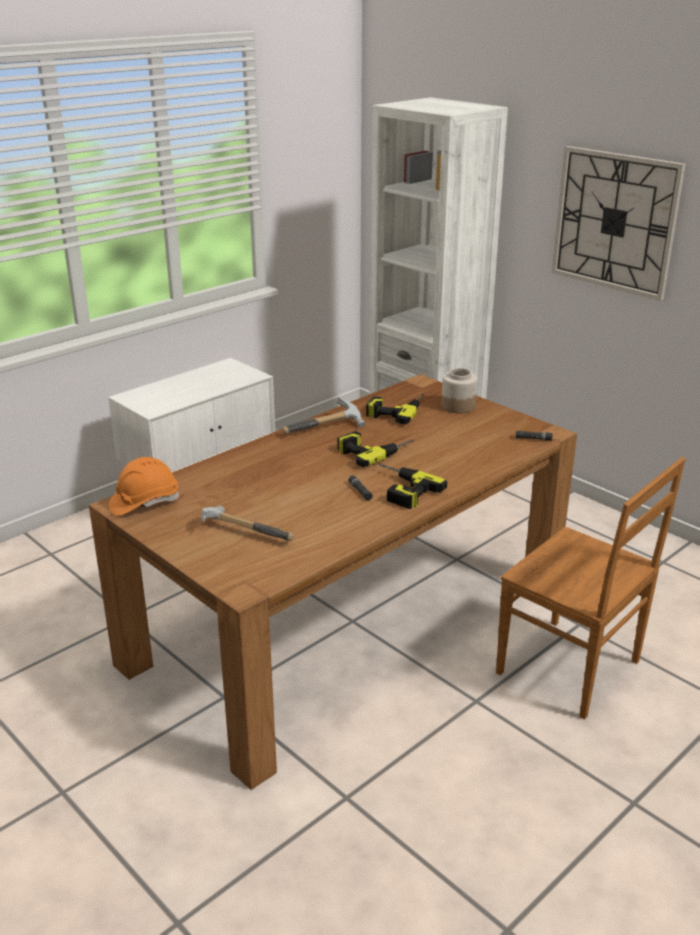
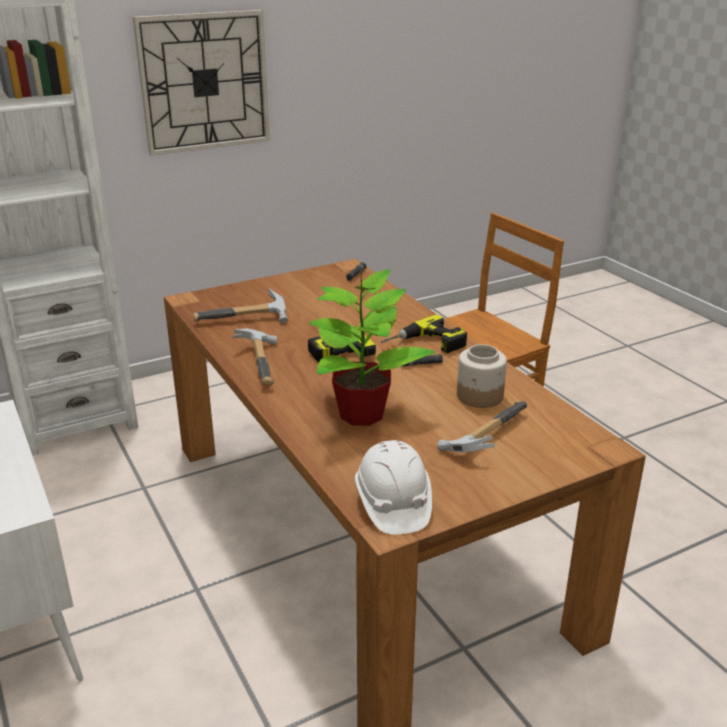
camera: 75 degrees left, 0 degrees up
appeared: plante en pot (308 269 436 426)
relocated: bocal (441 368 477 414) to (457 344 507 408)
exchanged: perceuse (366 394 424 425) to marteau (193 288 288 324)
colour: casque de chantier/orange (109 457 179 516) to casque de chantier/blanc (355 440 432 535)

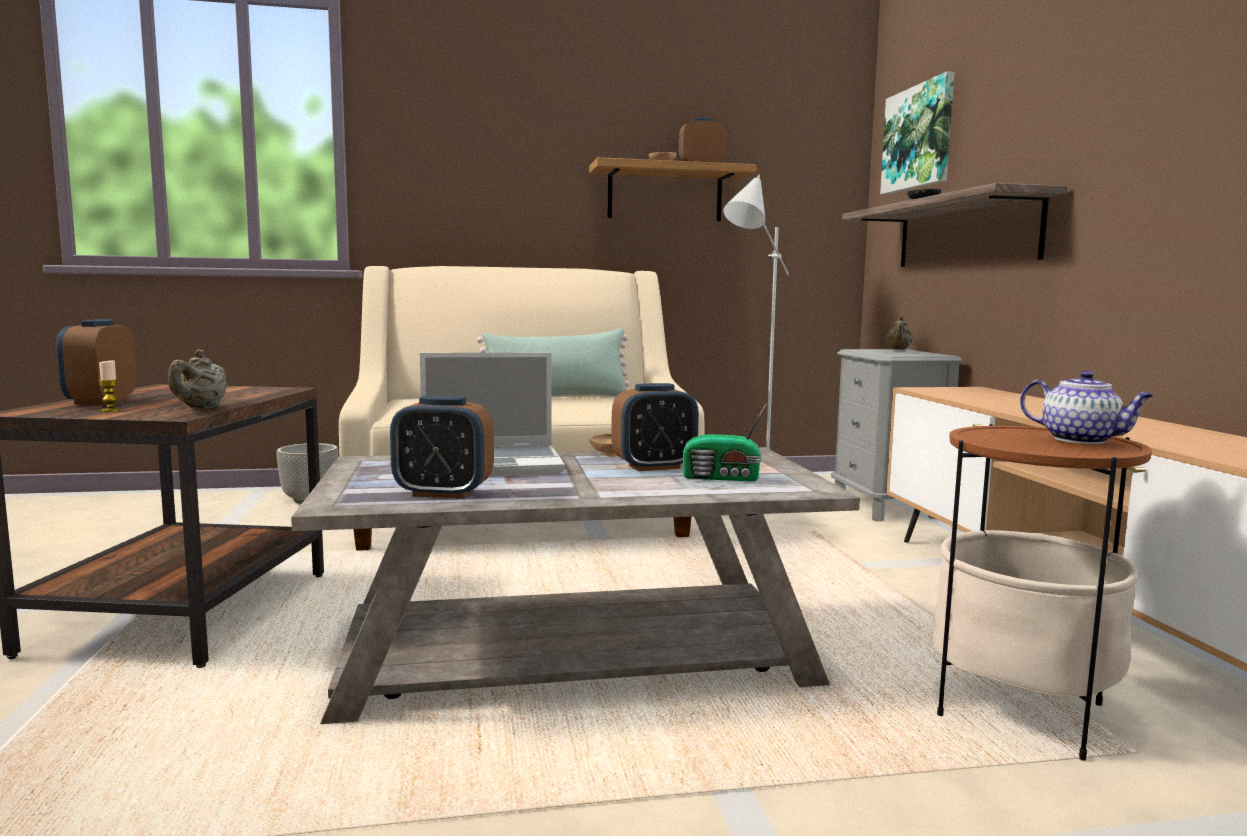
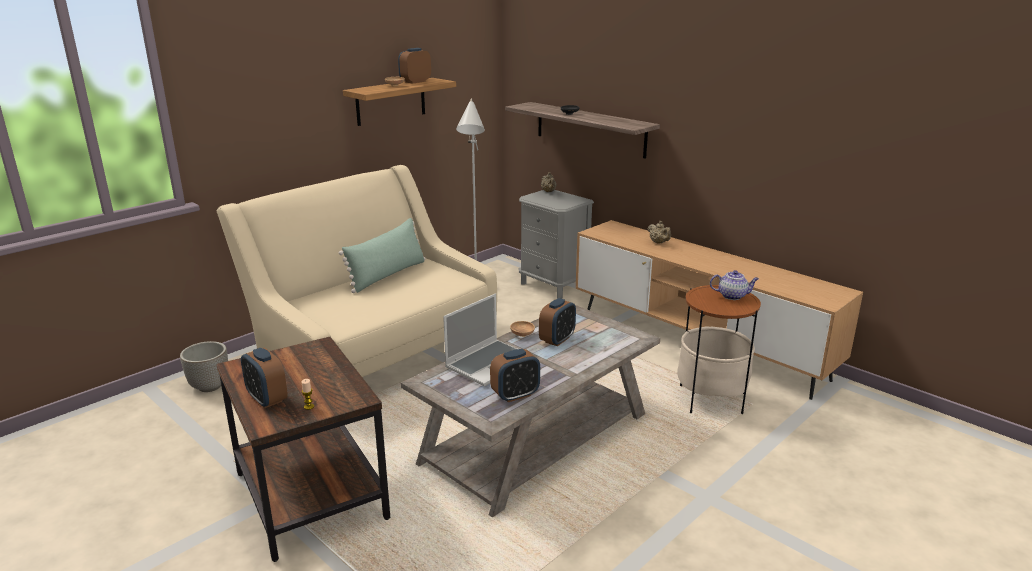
camera: 35 degrees left, 15 degrees up
missing: radio (683 403 767 481); tableau (880 71 954 194)
relocated: théière/beige (168 349 226 408) to (648 221 671 244)

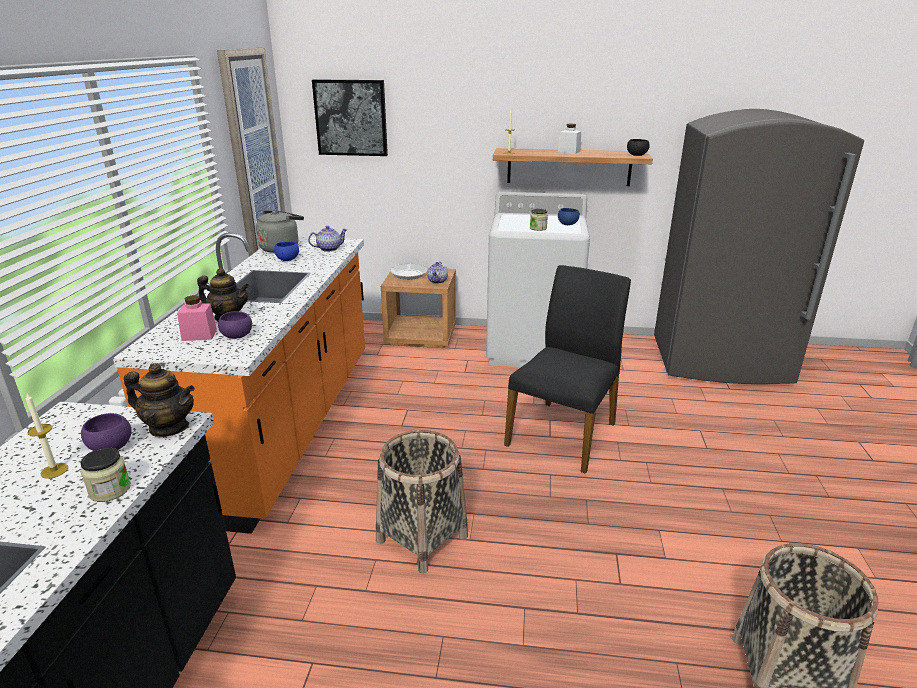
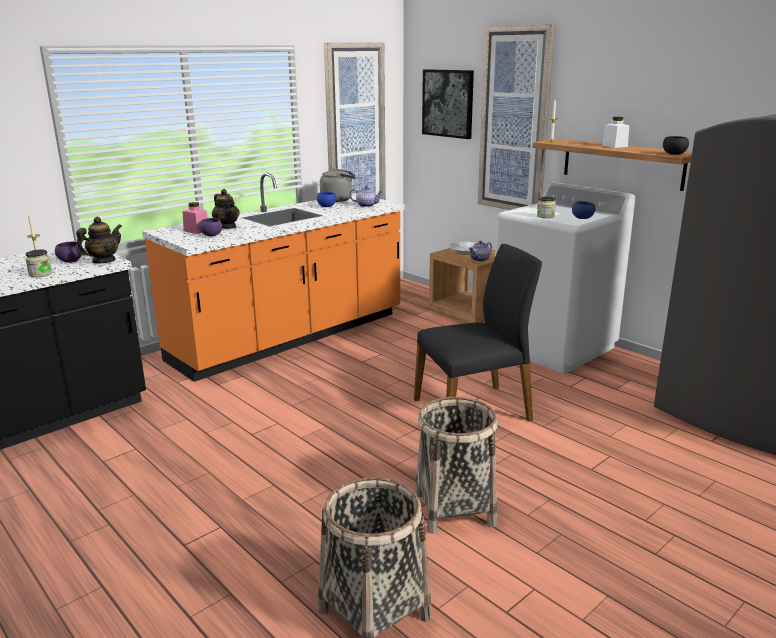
camera: 40 degrees right, 5 degrees down
appeared: tableau (478 24 555 210)
relocated: panier (376 430 468 574) to (415 397 498 534)
spun: théière (124 363 195 437) = (76 217 122 264) 105 degrees counterclockwise

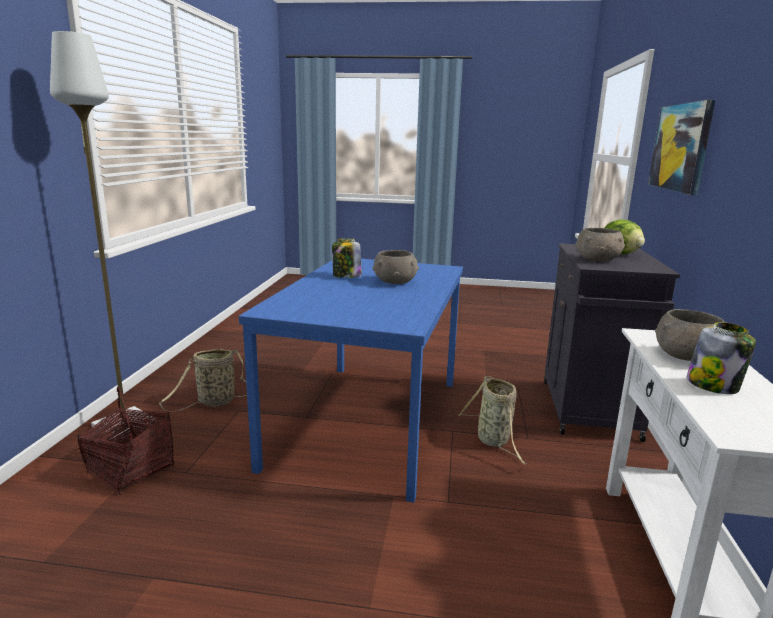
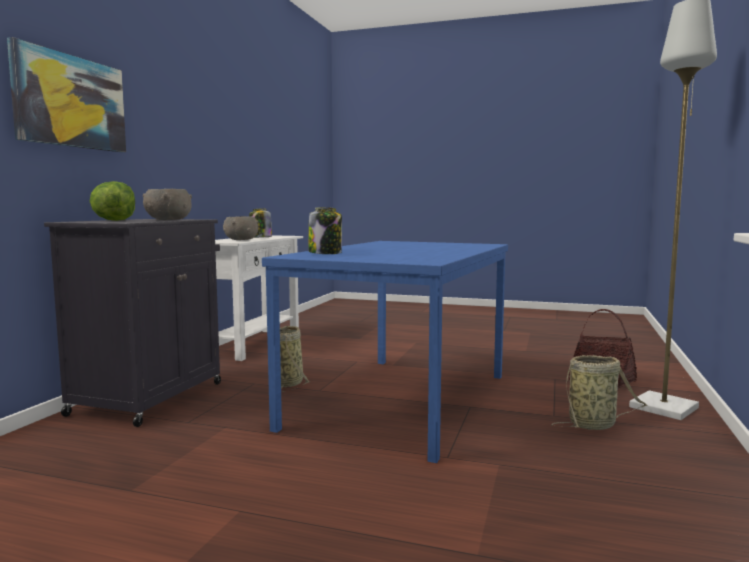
camera: 170 degrees left, 10 degrees down
missing: bol/gris (372 250 419 284)
relocated: bocal (332 238 361 278) to (309 207 342 254)

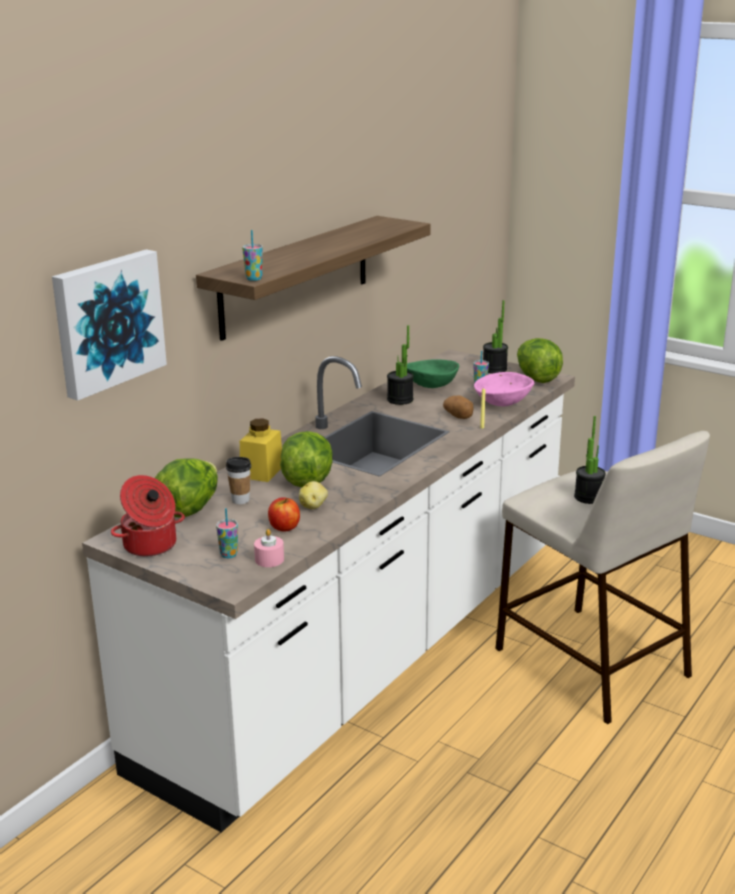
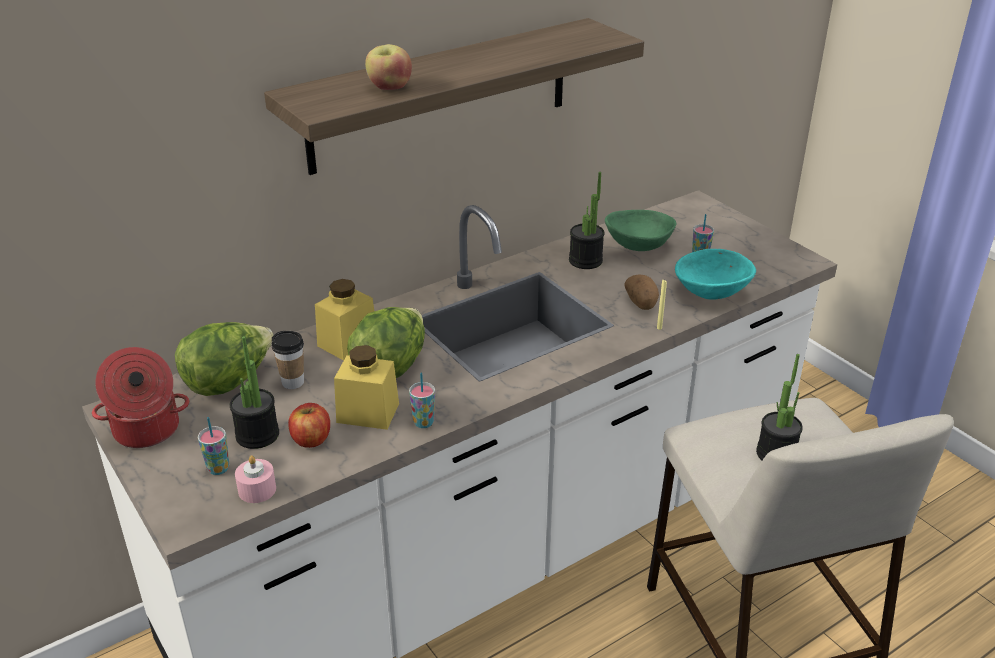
camera: 20 degrees right, 10 degrees up
missing: tableau (52 249 167 401); laitue (517 338 563 383)
appeared: pomme (365 44 412 90)
relocated: tasse (242 230 263 281) to (409 372 435 428); plante en pot (483 300 508 374) to (230 336 279 449)
exchanged: pomme de terre (299 481 328 509) to bocal/jaune (334 345 399 430)
colour: bol/rose (474 372 534 406) to bol/turquoise (675 249 756 300)

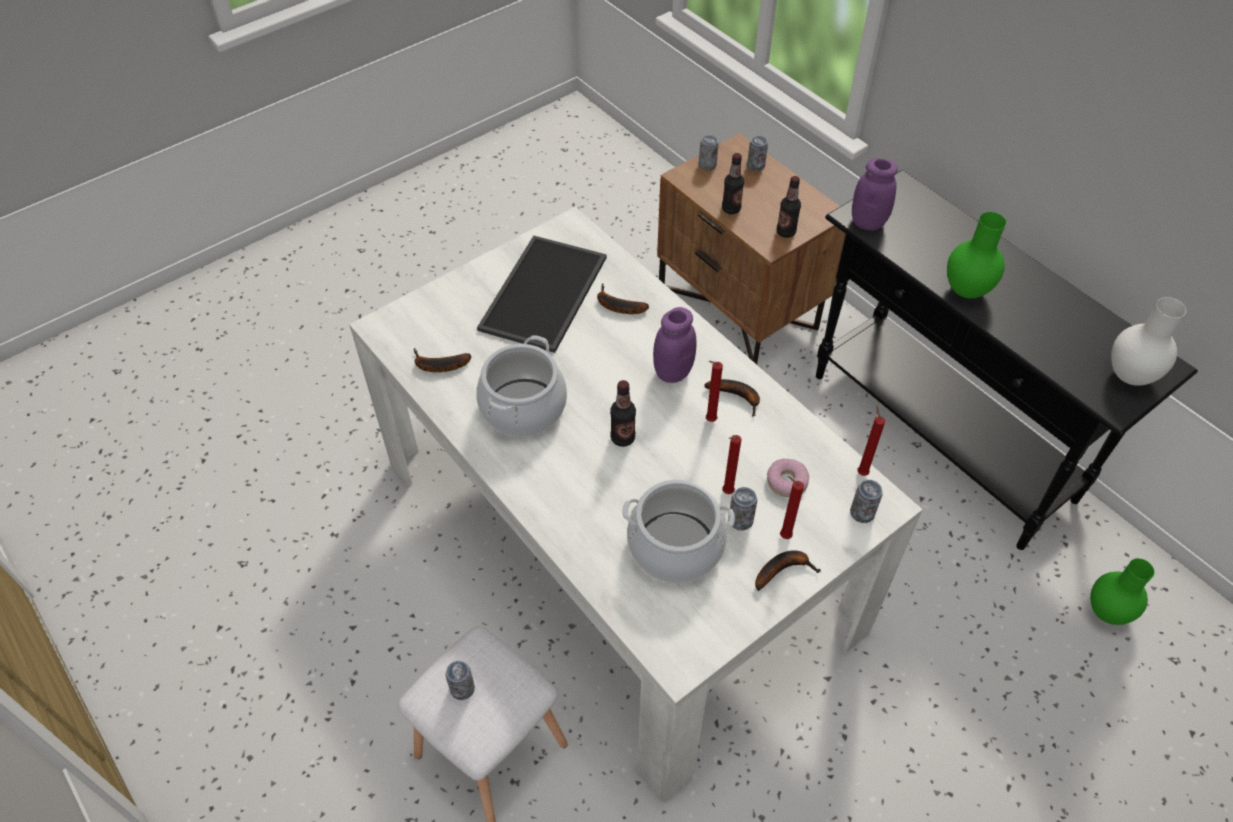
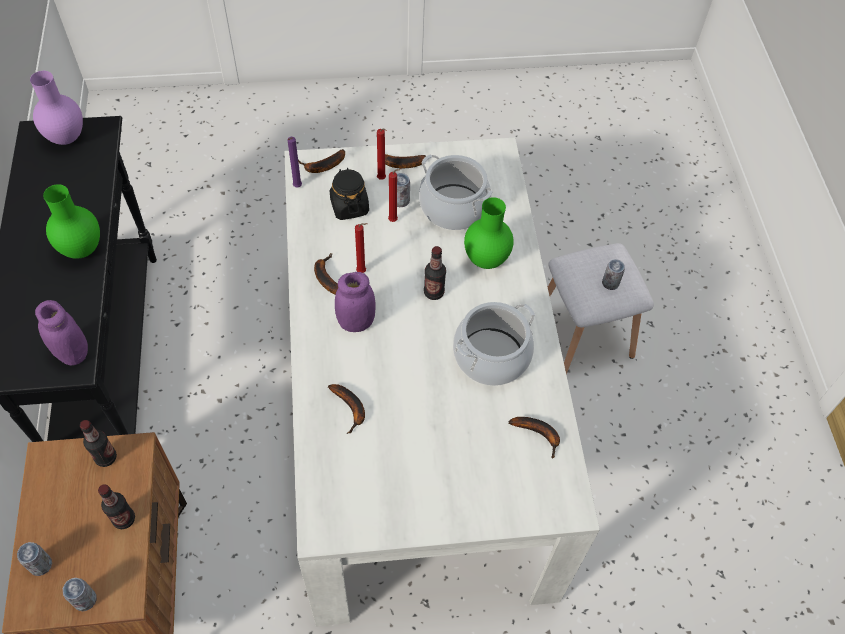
camera: 150 degrees left, 5 degrees up
missing: plateau (477 235 607 353)
relocated: vase/vert (1090 558 1155 625) to (464 197 514 269)
exchanged: beignet (767 459 809 497) to bocal/noir (330 168 369 220); boîte métallique (850 480 883 523) to banane (298 149 345 173)
colour: bougie/rouge (857 406 885 476) to bougie/violet (288 137 302 187); vase/blanc (1111 297 1186 386) to vase/violet (30 71 83 145)

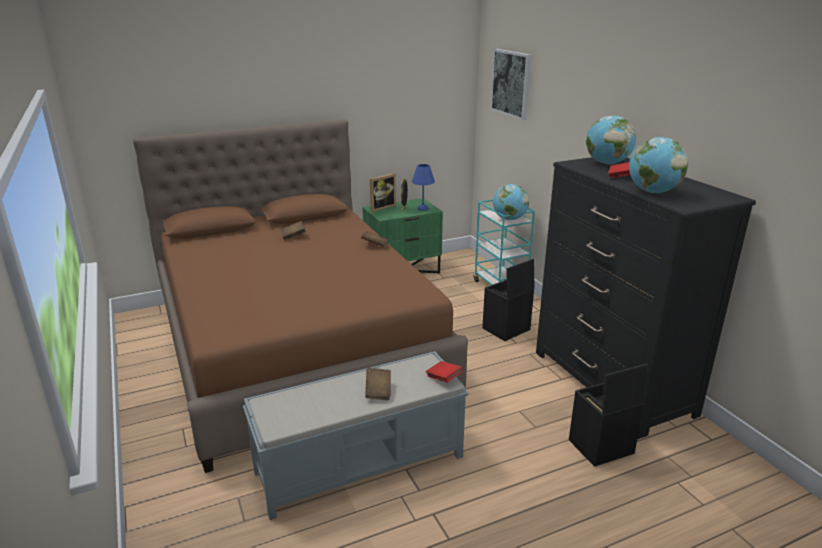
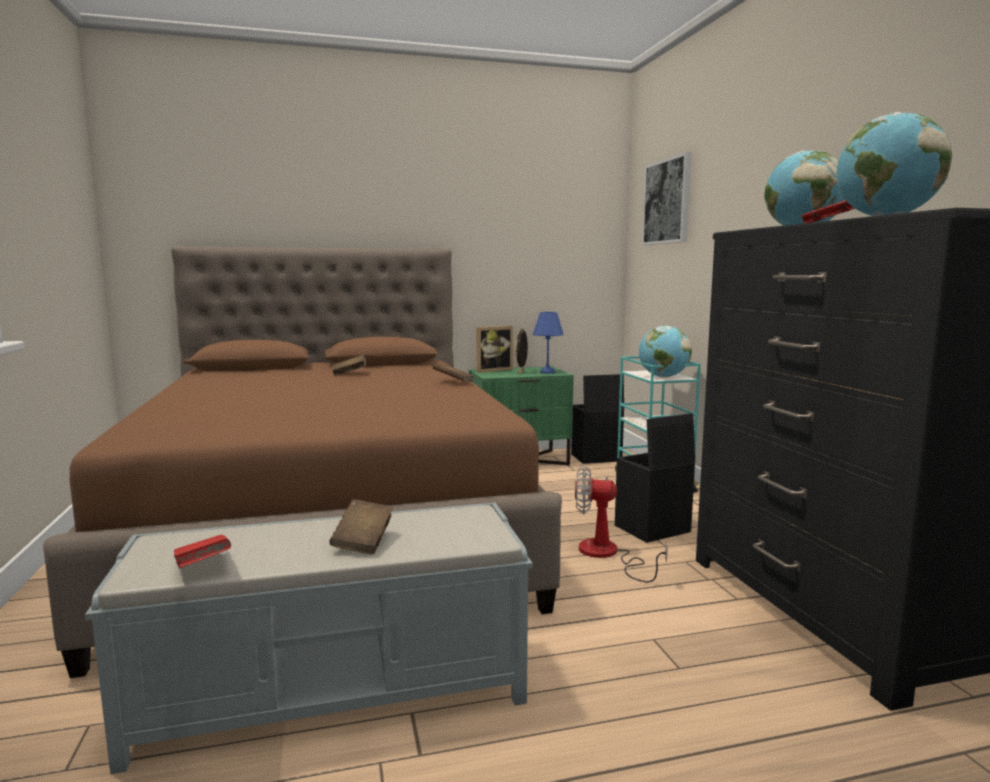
camera: 10 degrees right, 15 degrees down
appeared: ventilateur (575 466 668 582)
relocated: livre/rouge (426 361 464 383) to (174 535 231 568); boîte de rangement/noir (569 364 648 467) to (571 374 624 464)

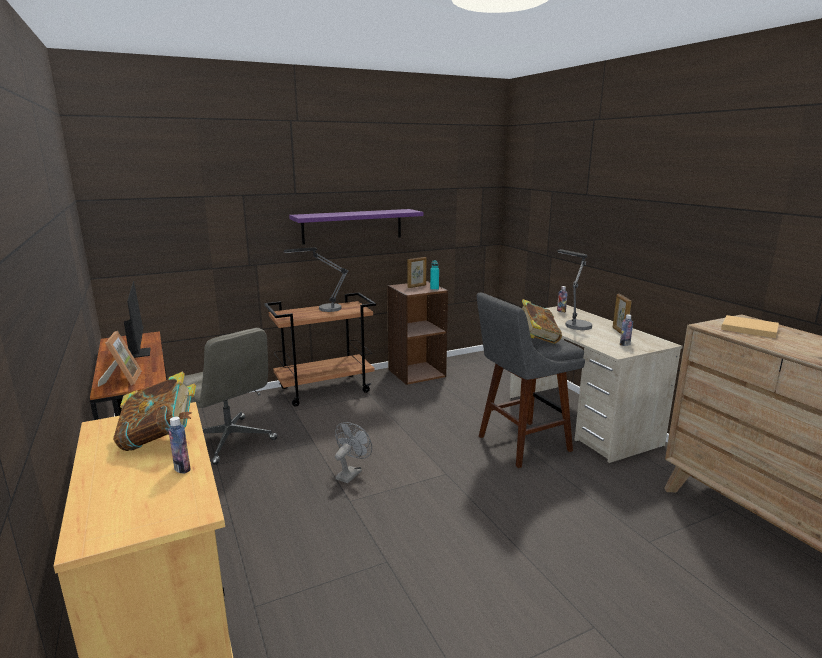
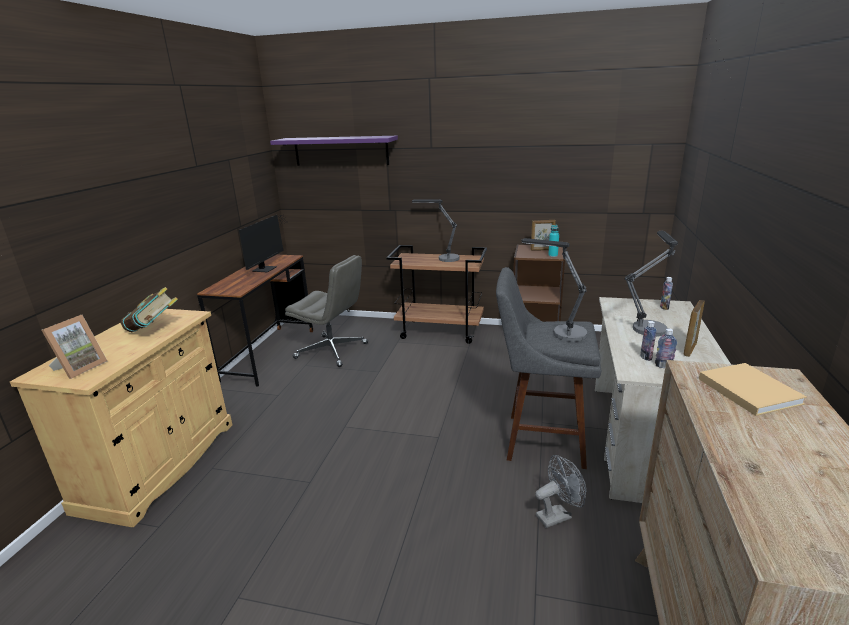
camera: 40 degrees right, 5 degrees up
relocated: cadre photo (98 331 141 387) to (42 315 107 379); bouteille (168 417 191 474) to (640 321 656 361); étagère/violet (289 209 423 245) to (270 136 398 166); ventilateur/gris (335 422 372 483) to (535 455 586 528)
exchanged: livre (522 299 562 344) to lampe de table (521 238 587 342)
spun: chaise de bureau/gris (183 328 278 465) = (285 255 368 367) 60 degrees counterclockwise

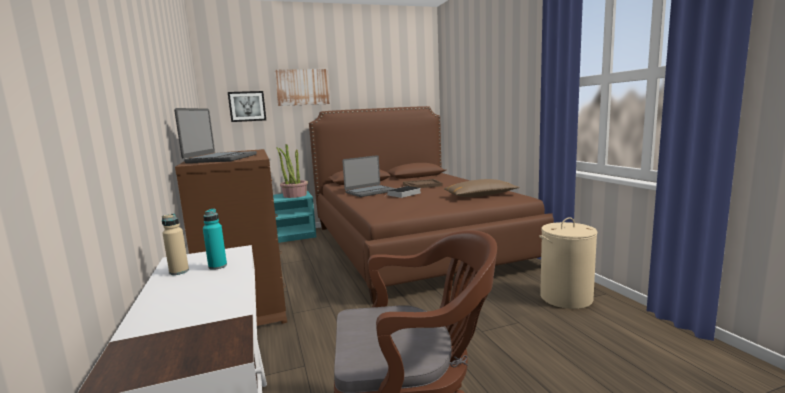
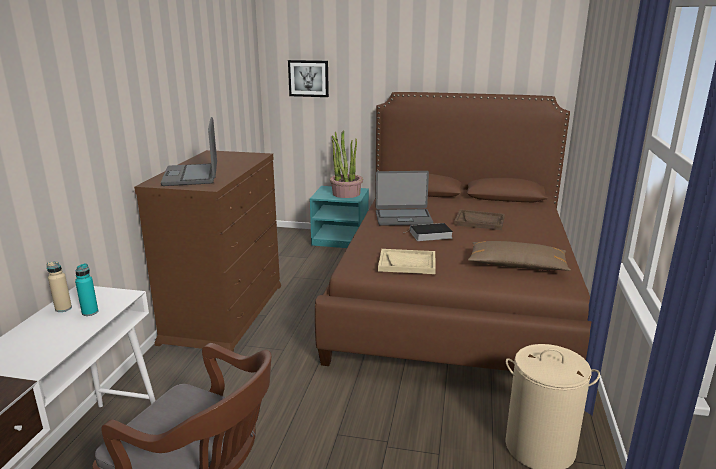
camera: 30 degrees right, 10 degrees up
missing: tableau (275 69 330 106)
appeared: plateau/beige (378 249 436 274)
spun: ordinateur portable (174 108 257 163) = (161 117 217 186) 135 degrees clockwise

